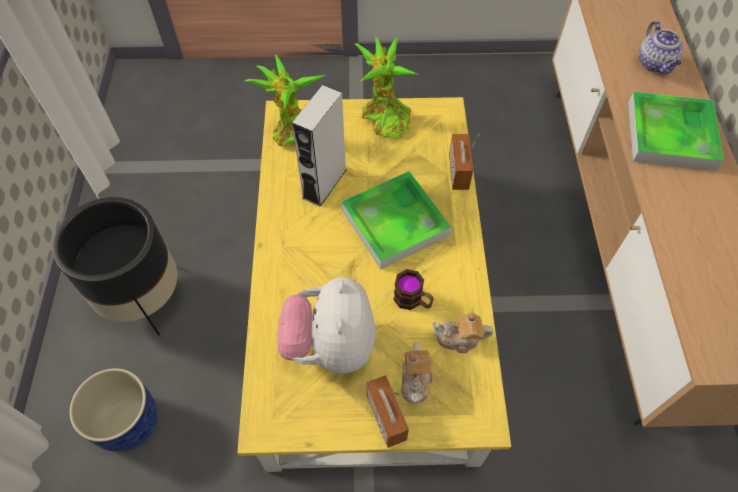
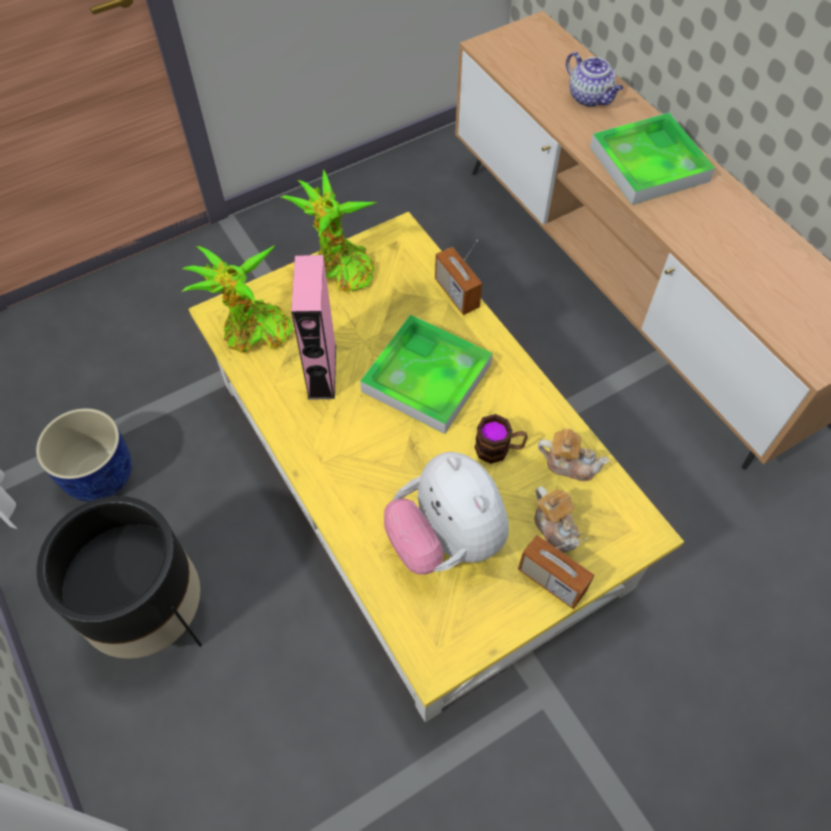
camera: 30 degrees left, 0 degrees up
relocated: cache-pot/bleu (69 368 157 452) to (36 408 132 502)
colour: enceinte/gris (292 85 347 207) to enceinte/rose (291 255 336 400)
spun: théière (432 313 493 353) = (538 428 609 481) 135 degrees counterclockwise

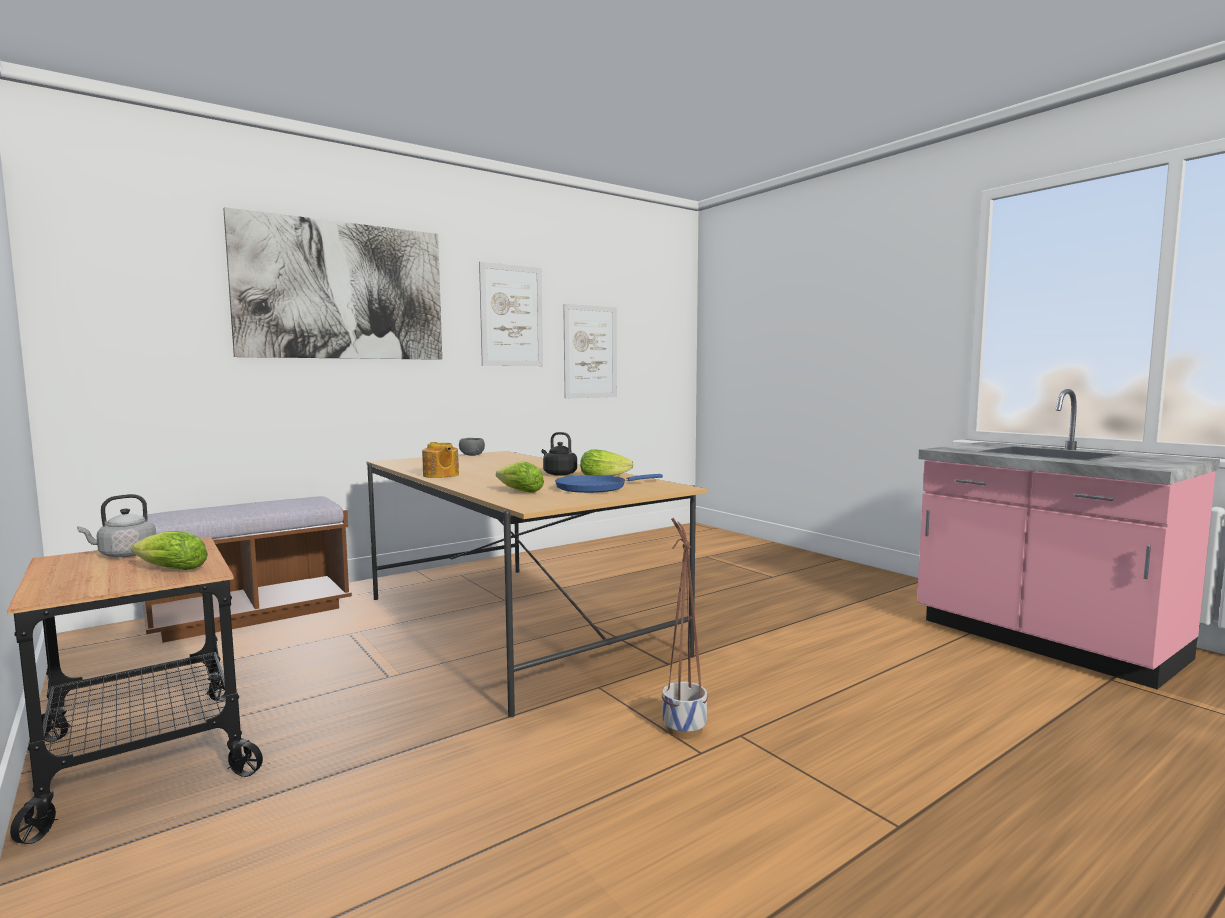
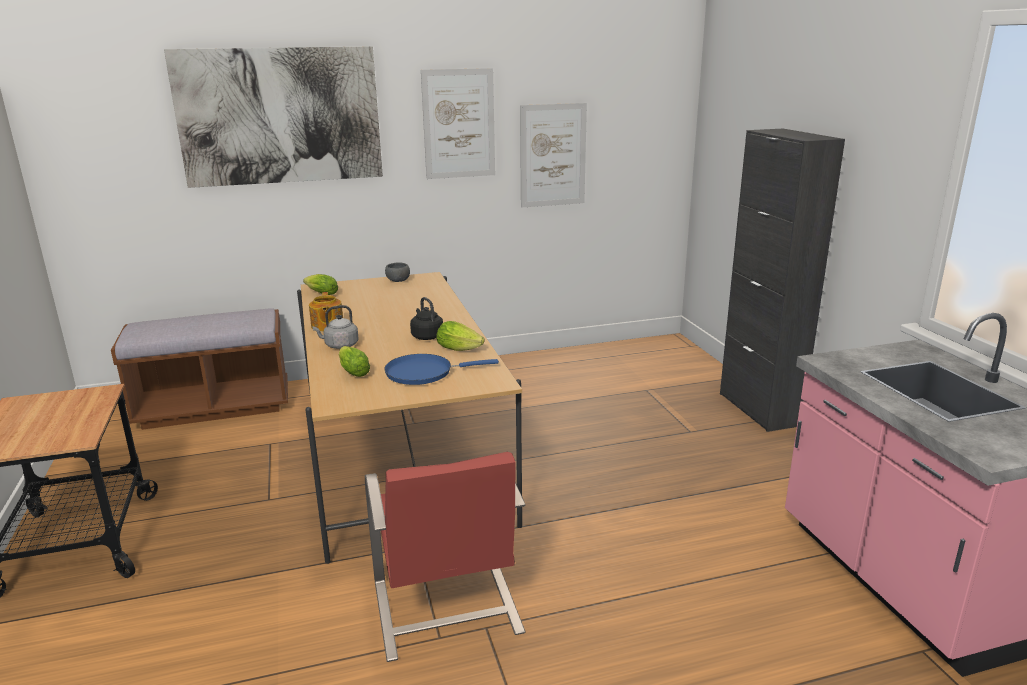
camera: 20 degrees right, 15 degrees up
appeared: meuble de rangement/noir (720 129 845 432)
relocated: bouilloire/gris (77 494 156 557) to (312 305 358 349); laitue (131 531 208 570) to (303 274 338 295)
exchanged: cache-pot (662 518 708 739) to chaise/rouge (365 452 526 662)

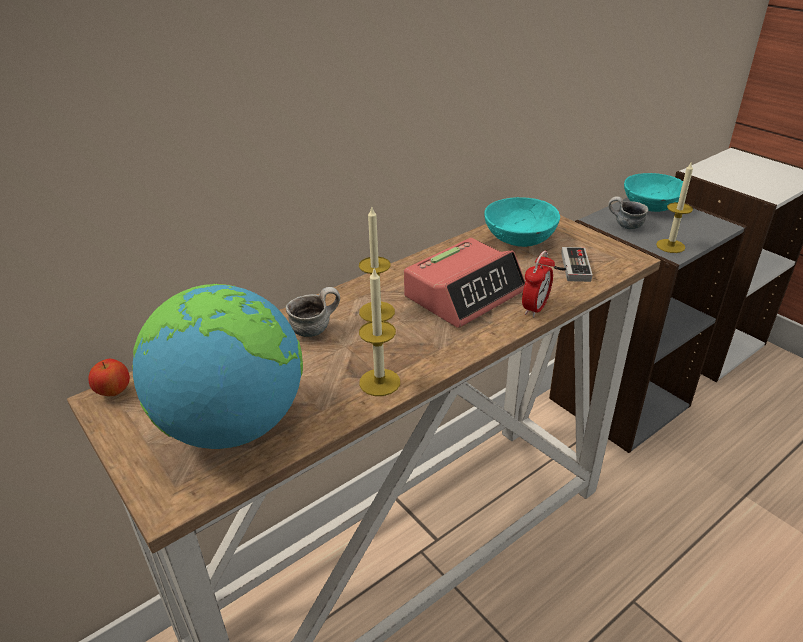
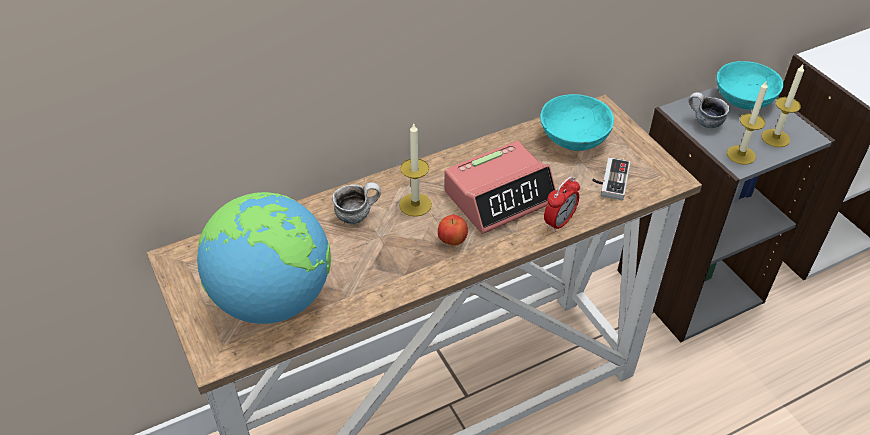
camera: 10 degrees right, 10 degrees up
relocated: pomme (88 359 130 396) to (438 215 468 245); bougie (359 269 400 396) to (761 65 804 147)

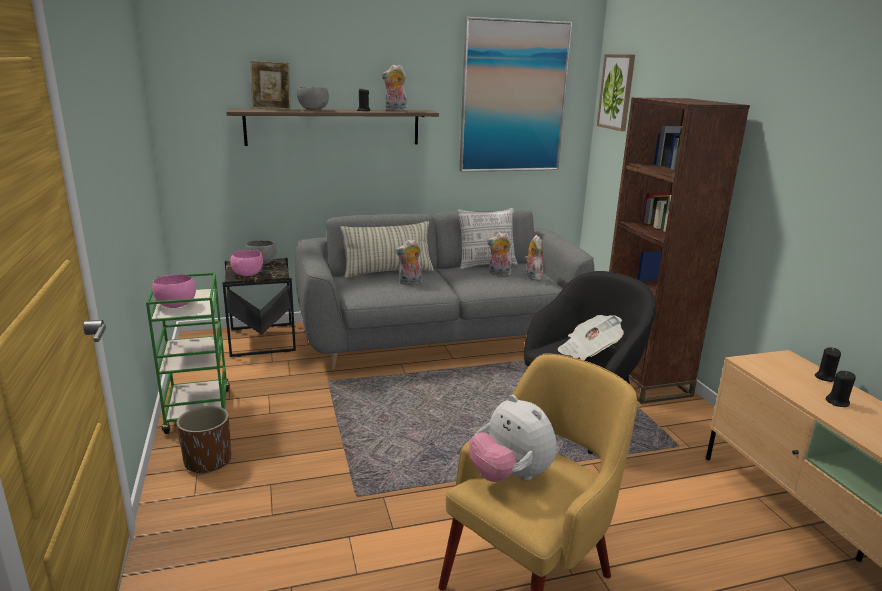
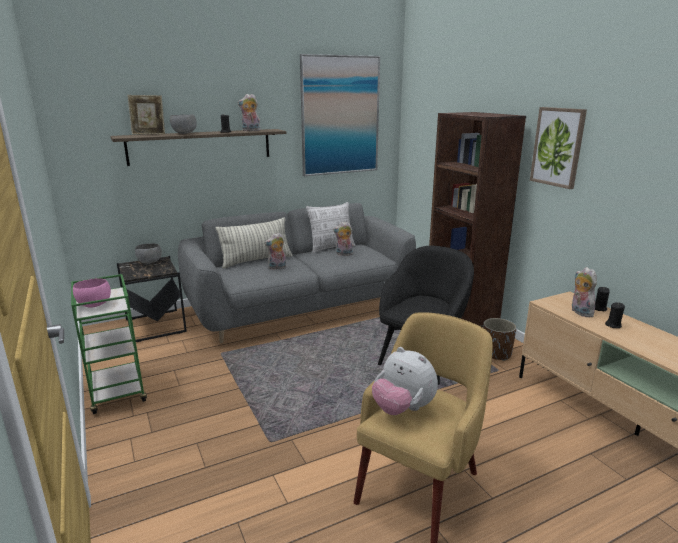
camera: 10 degrees left, 0 degrees up
missing: bol/rose (230 250 263 276); journal (558 315 624 360)
relocated: cache-pot/marron (177 406 231 475) to (483 318 517 361); peluche (525 235 544 281) to (572 267 597 317); tableau (597 54 635 131) to (530 107 587 189)

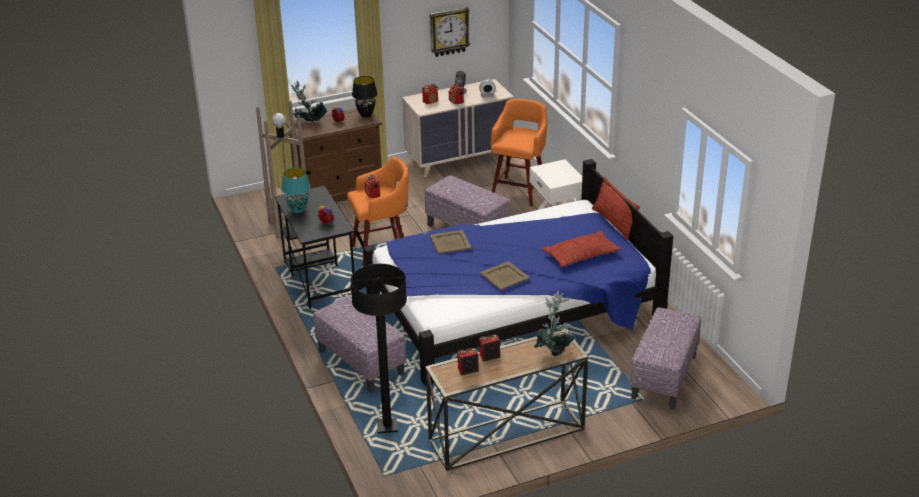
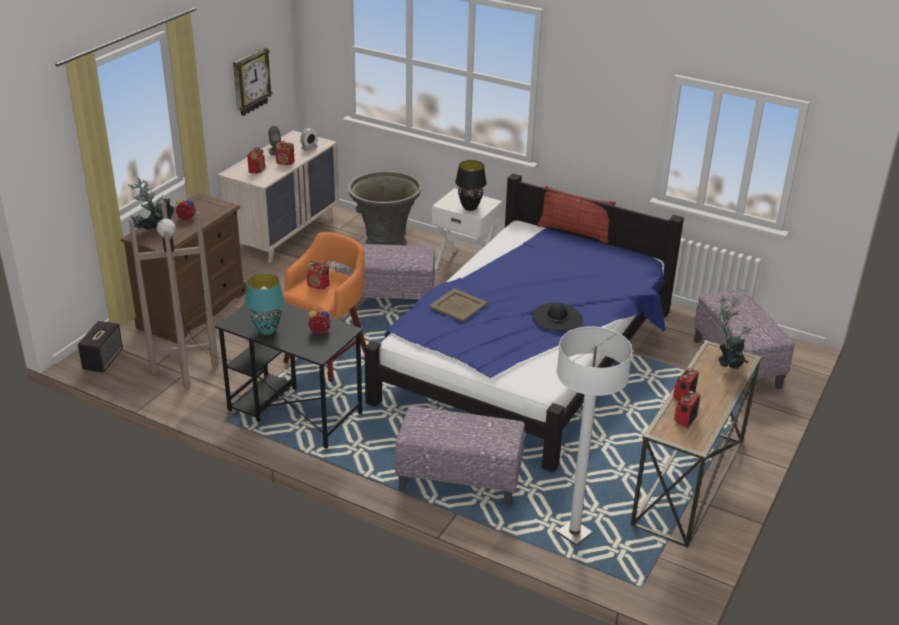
camera: 40 degrees left, 0 degrees up
missing: coussin (541 231 621 267)
appeared: enceinte (78 321 123 373)
relocated: lampe de table/noir (352 76 378 117) to (455 160 487 211)
exchanged: plateau/beige (480 261 530 291) to chapeau/noir (532 303 583 331); tabouret/orange (491 99 547 206) to cache-pot/gris (348 171 422 246)
colour: lampadaire/noir (350 264 407 433) to lampadaire/blanc (557 326 633 546)

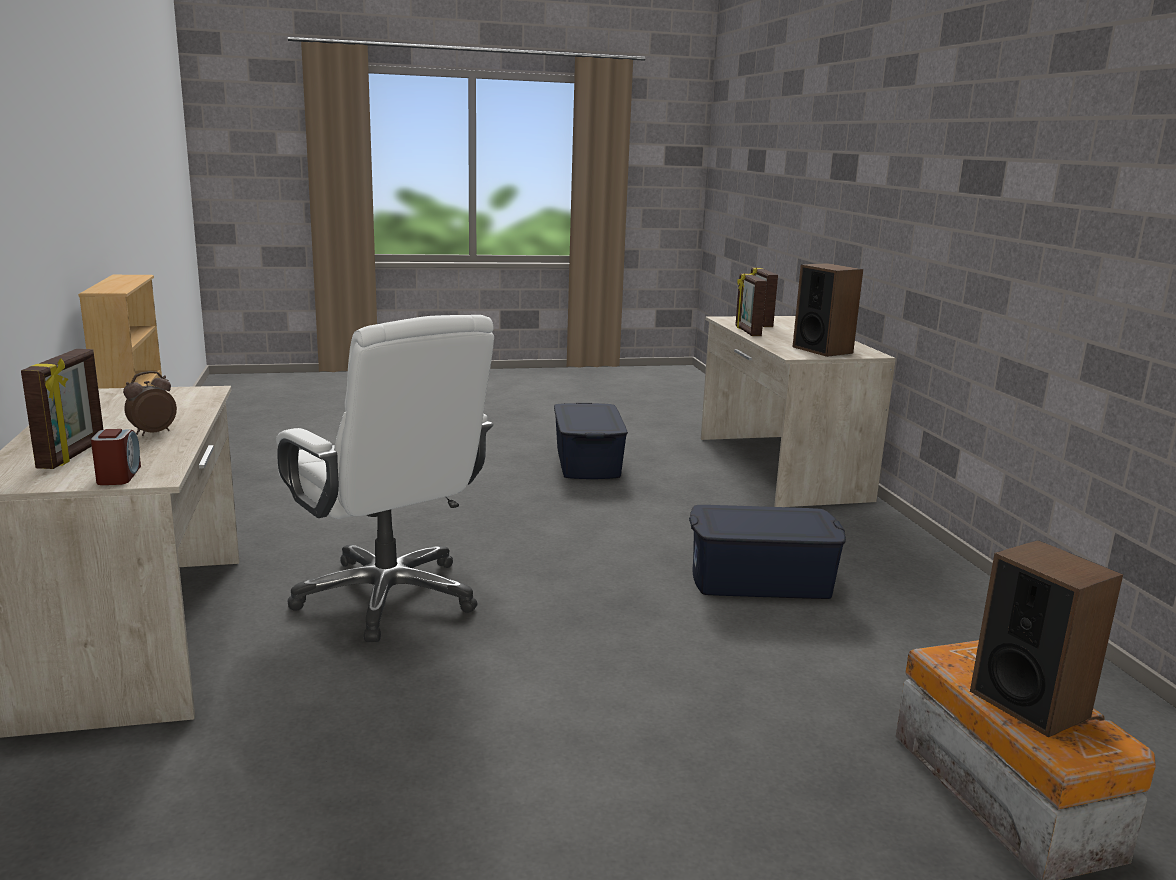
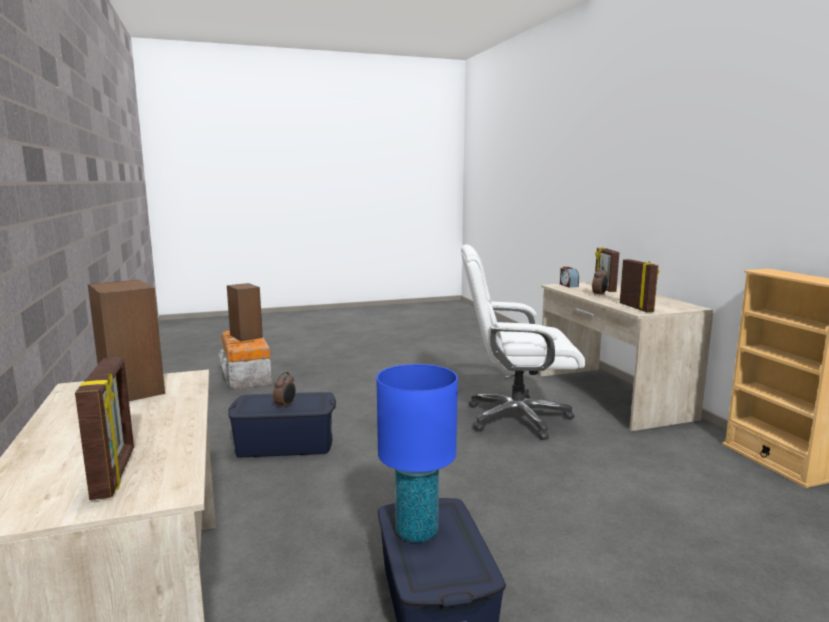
camera: 175 degrees right, 5 degrees down
appeared: réveil (273 372 296 409); lampe de table/bleu (376 364 458 543)
relocated: cadre photo (735 273 767 336) to (620 259 659 312)
spun: chaise de bureau/blanc (276 315 494 642) = (461 244 585 440) 45 degrees counterclockwise

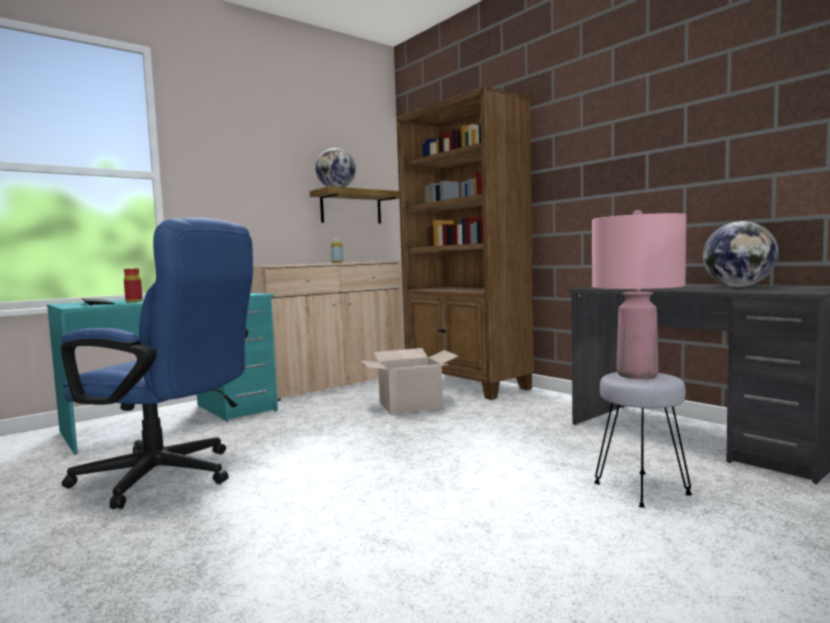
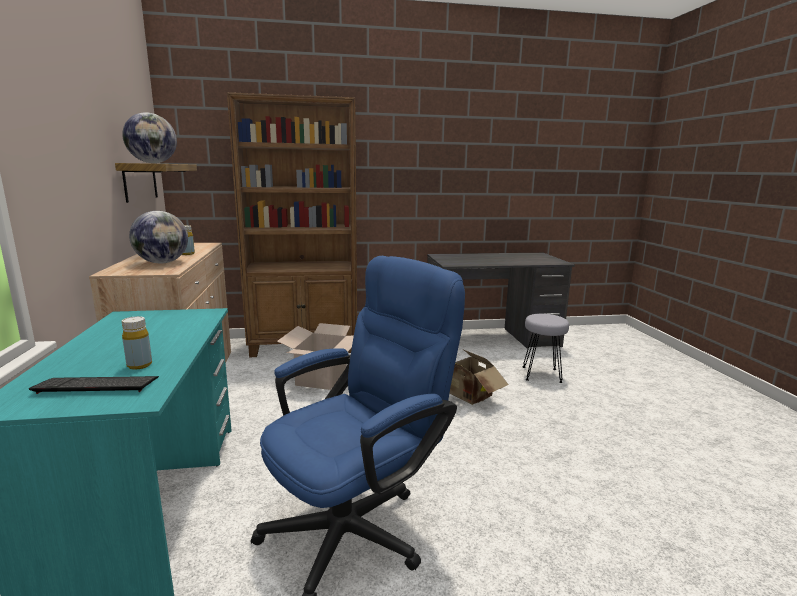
camera: 60 degrees left, 10 degrees up
missing: lampe de table/rose (592 210 686 379)
appeared: carton (449 350 509 405)
relocated: globe (703 221 778 287) to (129 211 188 264)
colour: bouteille/rouge (124 268 143 302) to bouteille/jaune (122 316 152 370)

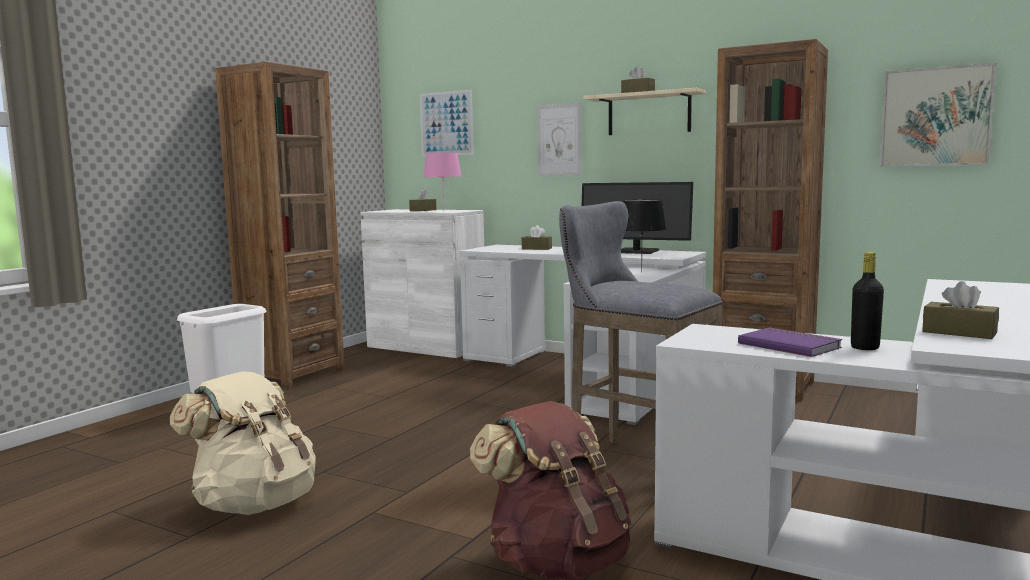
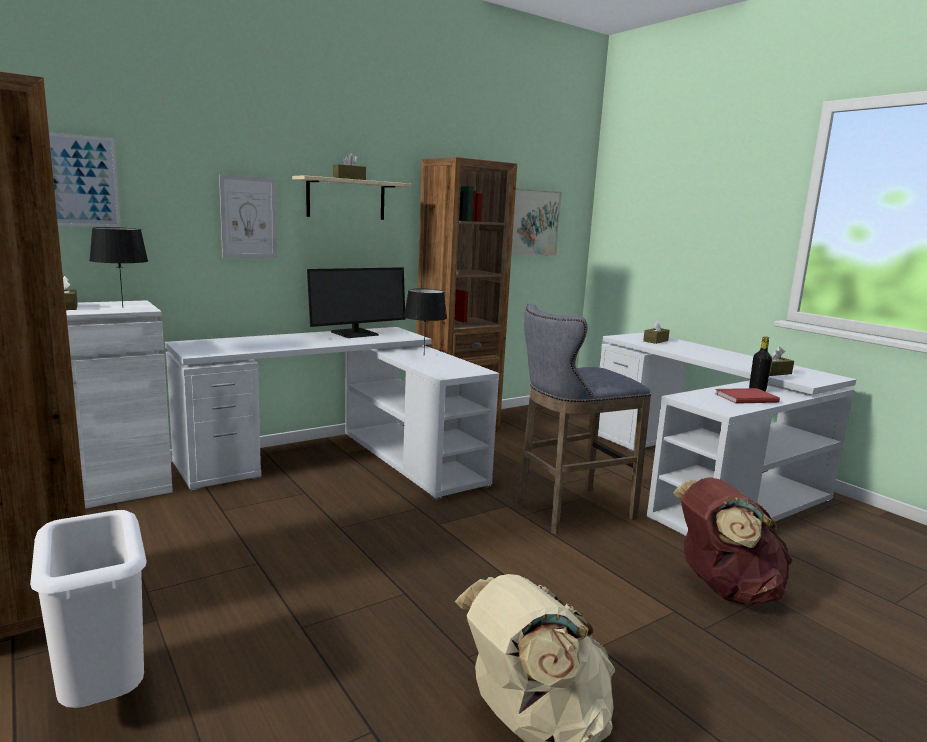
camera: 65 degrees left, 5 degrees up
relocated: boîte à mouchoirs/marron (522 225 552 250) to (643 319 670 344)
colour: lampe de table/rose (424 153 461 212) to lampe de table/noir (89 227 148 307); livre/violet (738 327 842 357) to livre/rouge (715 388 780 404)

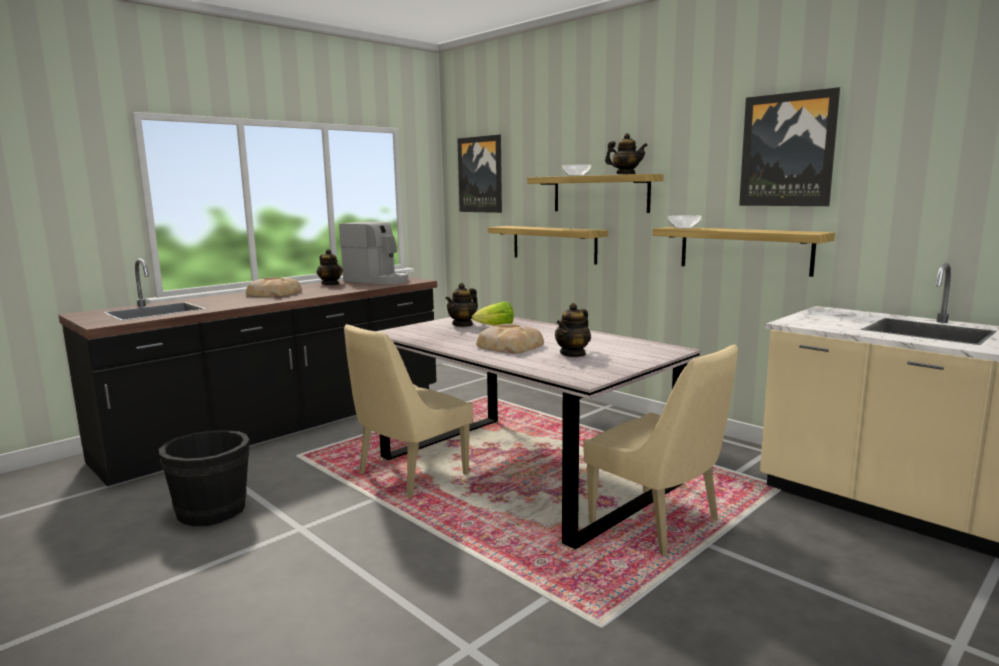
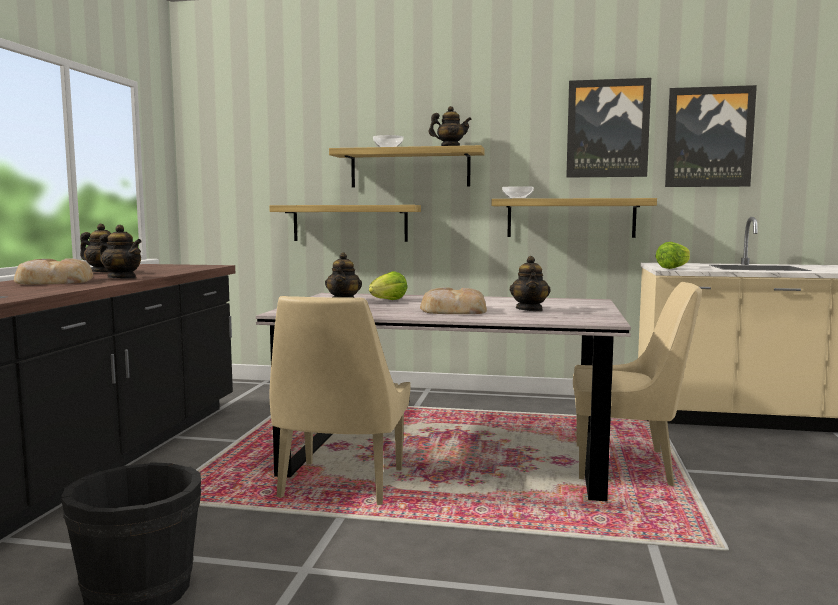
camera: 35 degrees left, 5 degrees down
missing: machine à café (339 222 408 284)
appeared: théière (99 225 142 278); laitue (655 242 690 269)
relocated: tableau (458 135 502 213) to (665 85 757 187)

